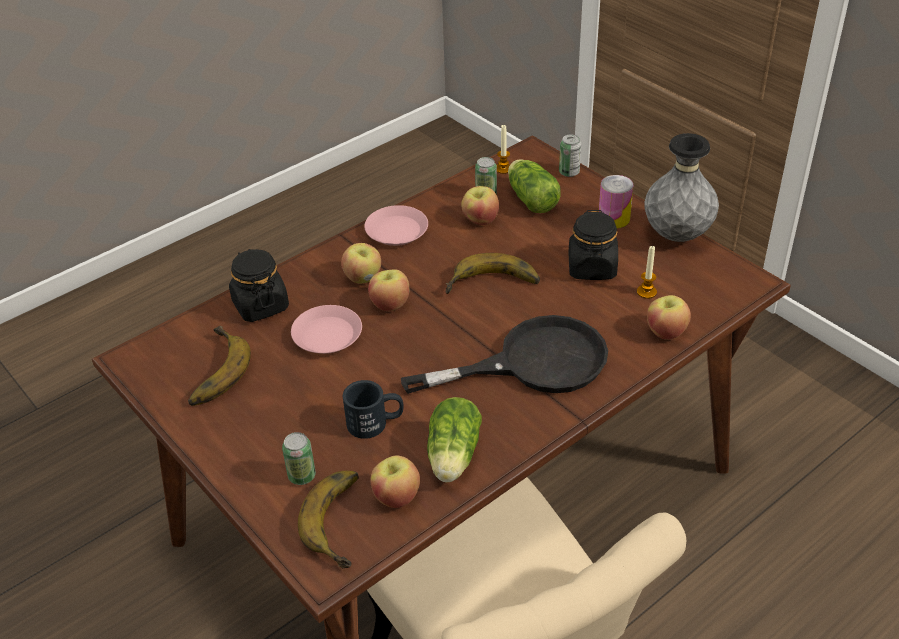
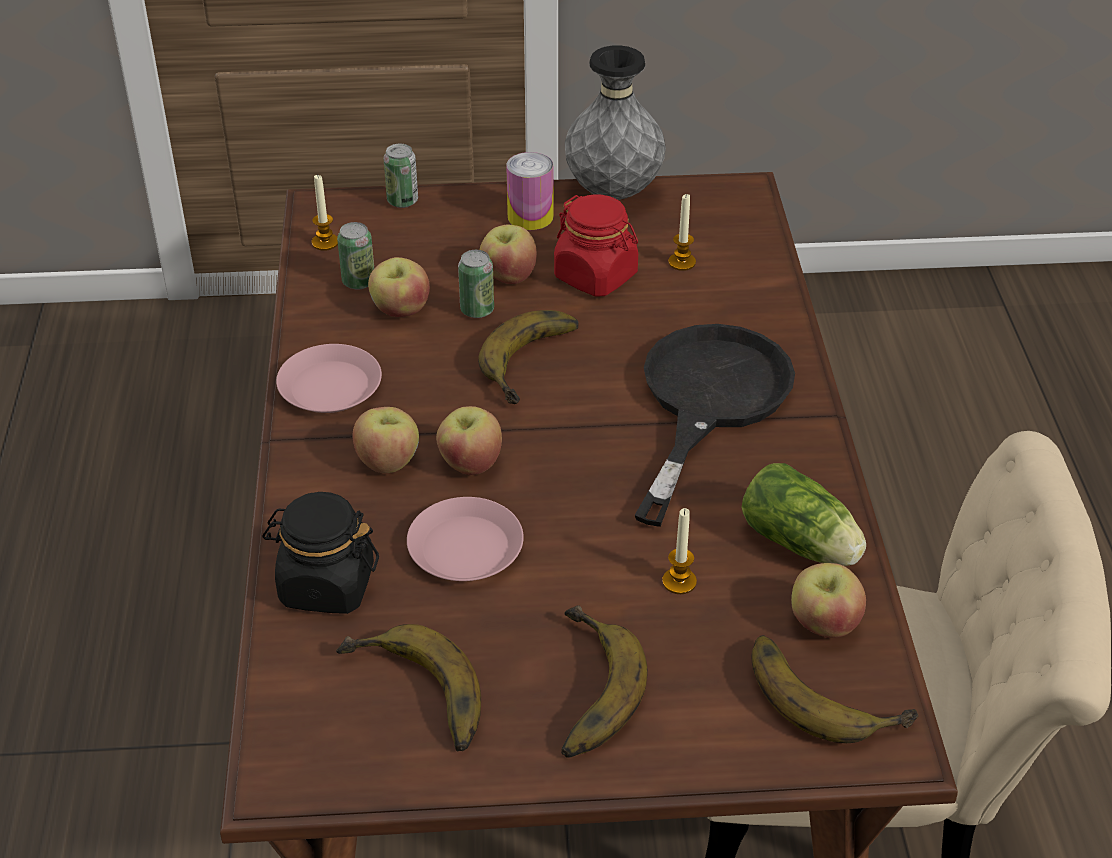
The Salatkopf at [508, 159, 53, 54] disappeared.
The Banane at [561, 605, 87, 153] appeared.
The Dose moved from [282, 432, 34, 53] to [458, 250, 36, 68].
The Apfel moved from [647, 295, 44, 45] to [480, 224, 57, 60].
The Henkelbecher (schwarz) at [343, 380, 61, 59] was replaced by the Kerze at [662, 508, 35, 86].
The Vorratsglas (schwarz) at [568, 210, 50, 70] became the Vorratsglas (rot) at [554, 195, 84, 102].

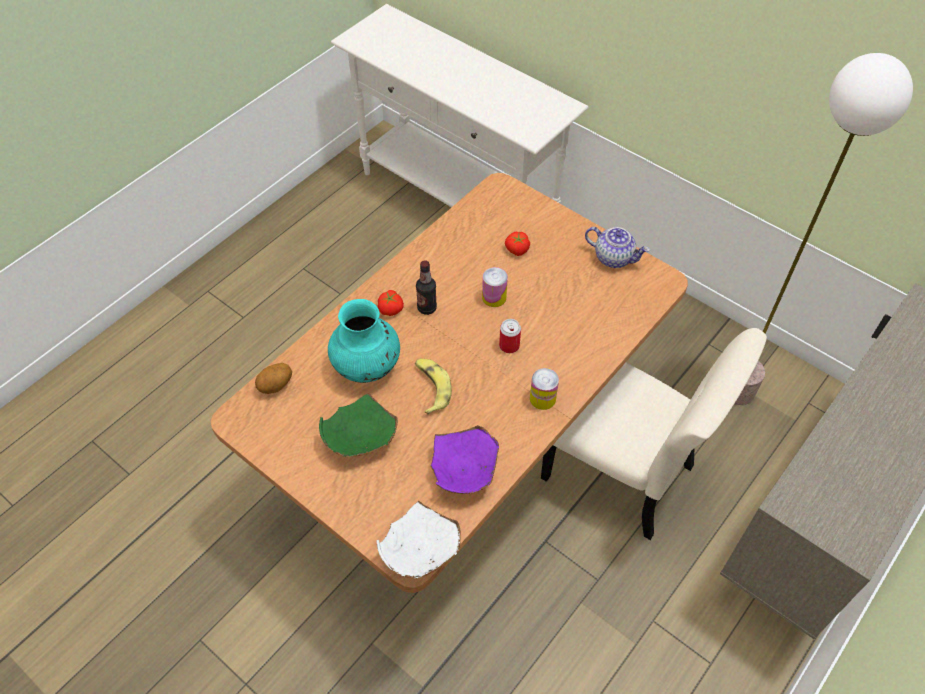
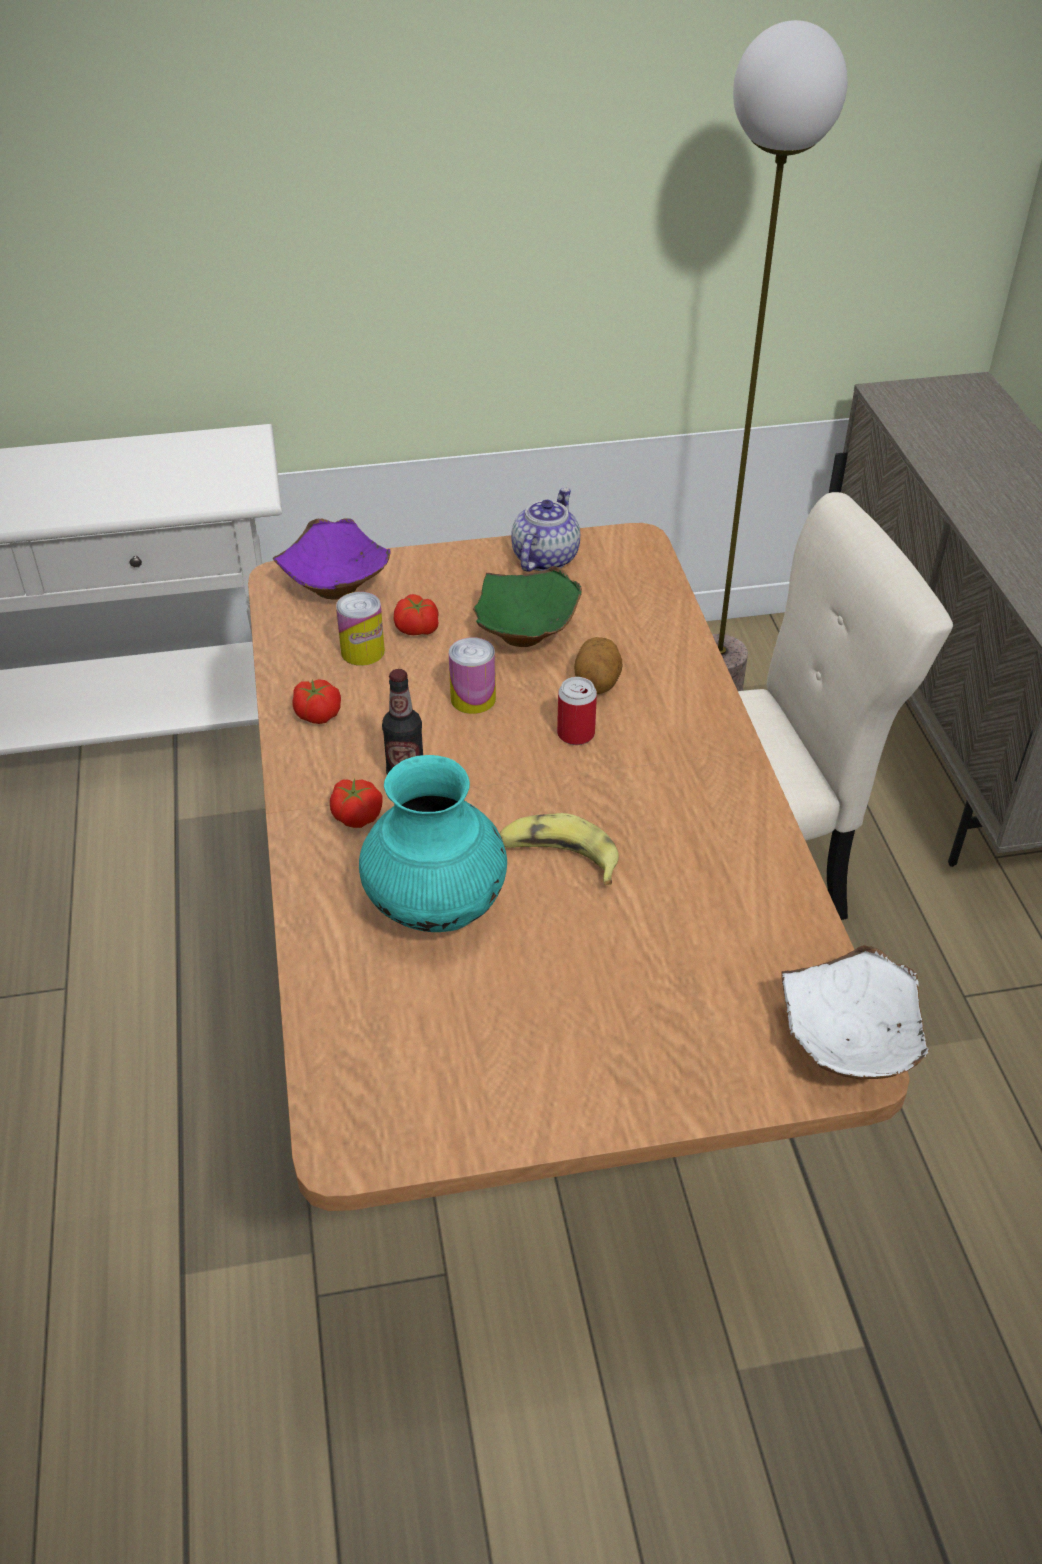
The Tomate at [292, 679, 49, 45] appeared.
The Kartoffel moved from [255, 363, 37, 31] to [574, 637, 48, 57].
The Schüssel (grün) moved from [319, 393, 79, 65] to [473, 566, 109, 81].
The Schüssel (lila) moved from [431, 425, 68, 69] to [272, 518, 119, 82].
The Dose moved from [530, 368, 29, 42] to [336, 592, 49, 74].
The Teekanne at [585, 227, 65, 41] turned 45 degrees counterclockwise.

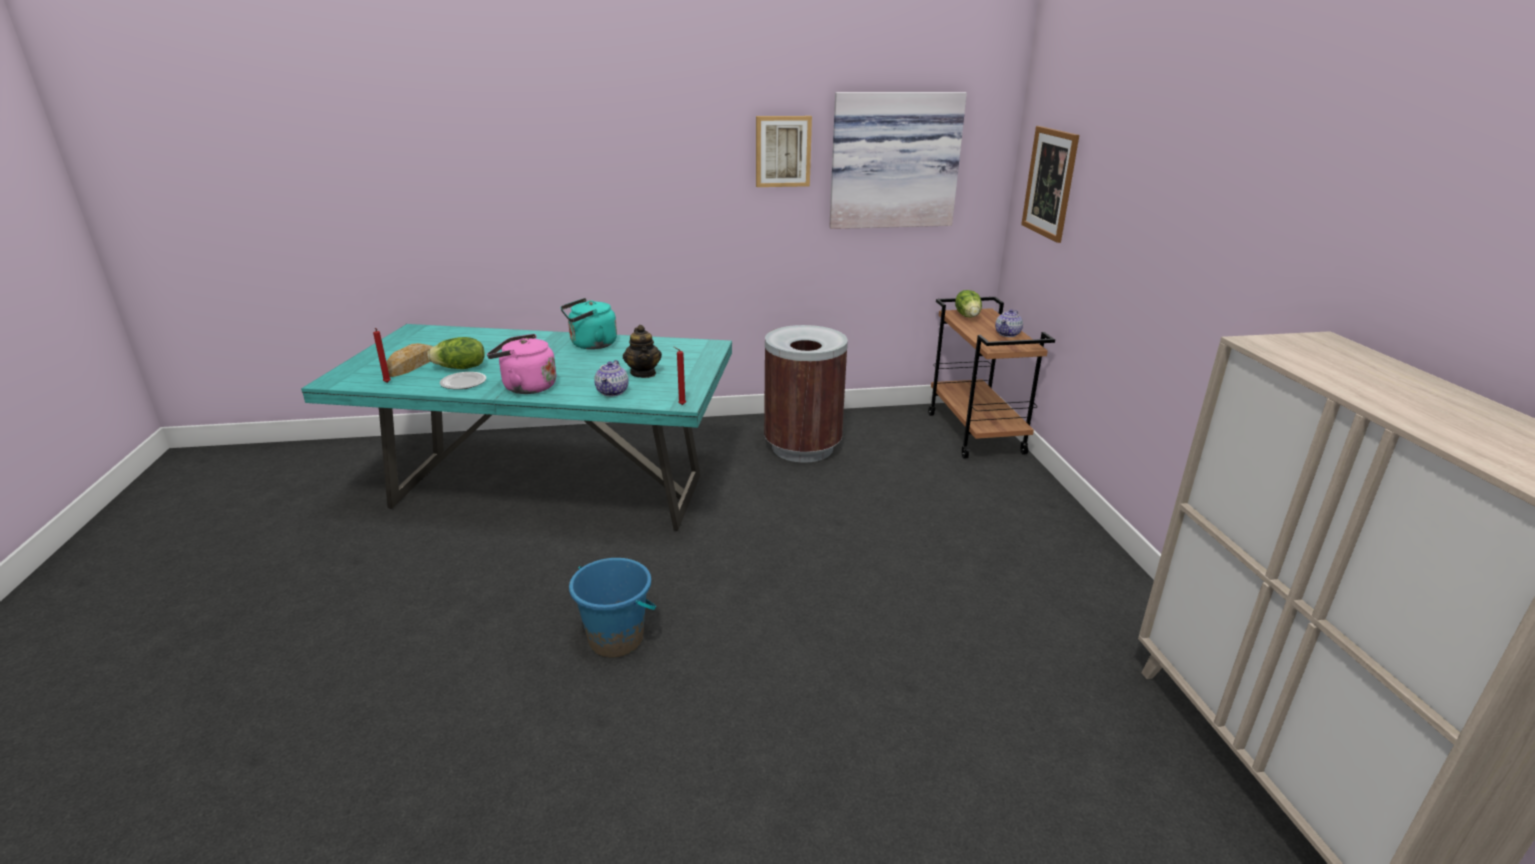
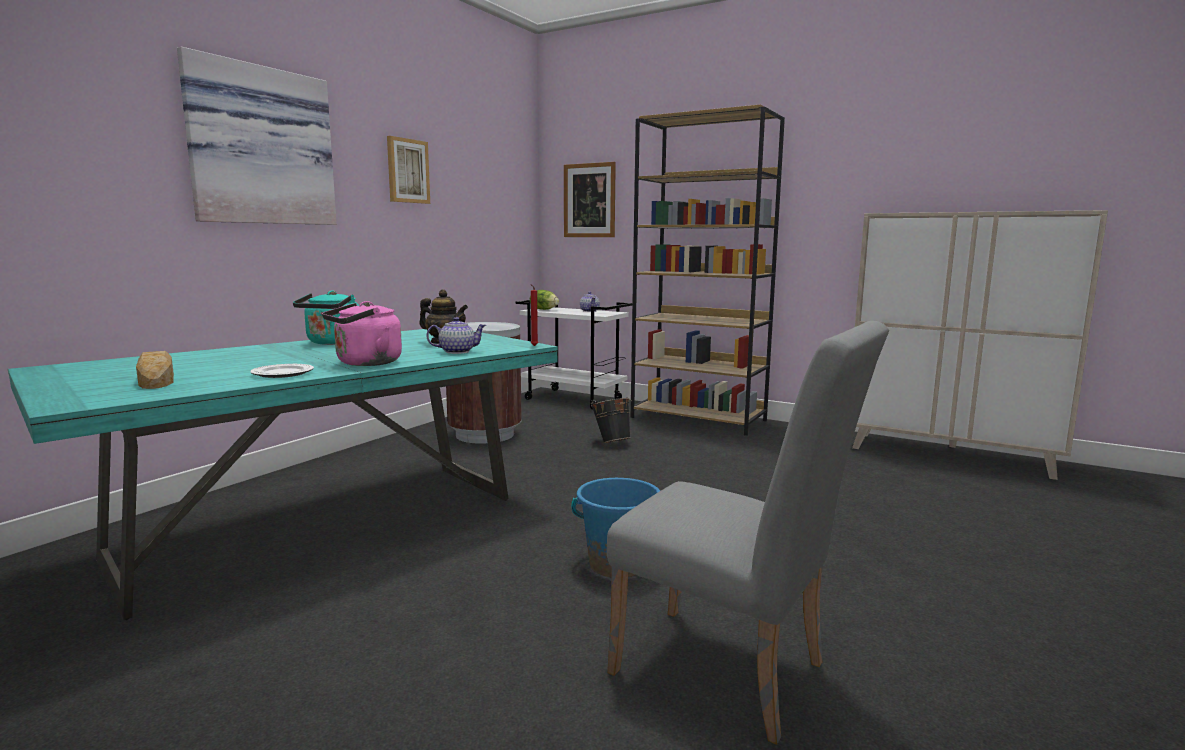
The Kerze (rot) at [373, 328, 18, 55] disappeared.
The Salatkopf at [427, 337, 58, 32] disappeared.
The Eimer (schwarz) at [591, 397, 41, 46] appeared.
The Stuhl (grau) at [607, 321, 282, 424] appeared.
The Bücherregal (braun) at [630, 104, 155, 332] appeared.
The Bild moved from [829, 92, 138, 137] to [177, 46, 160, 179].
The Rollwagen (braun) at [928, 297, 127, 162] became the Rollwagen (weiß) at [515, 300, 117, 110].
The Teekanne at [594, 360, 35, 36] turned 60 degrees counterclockwise.

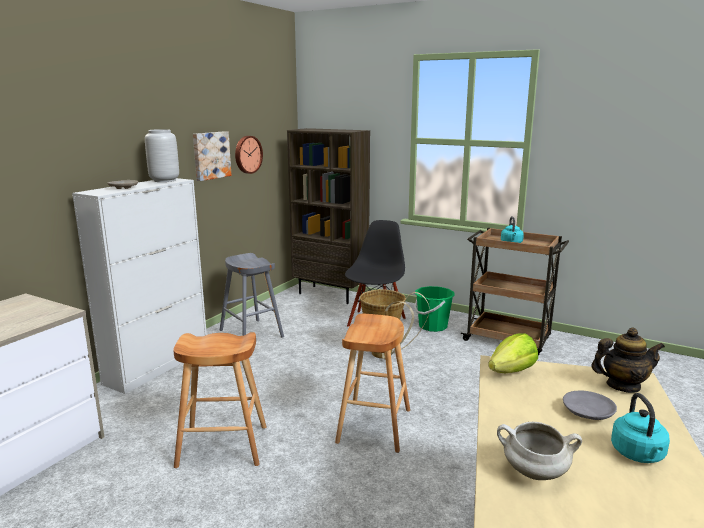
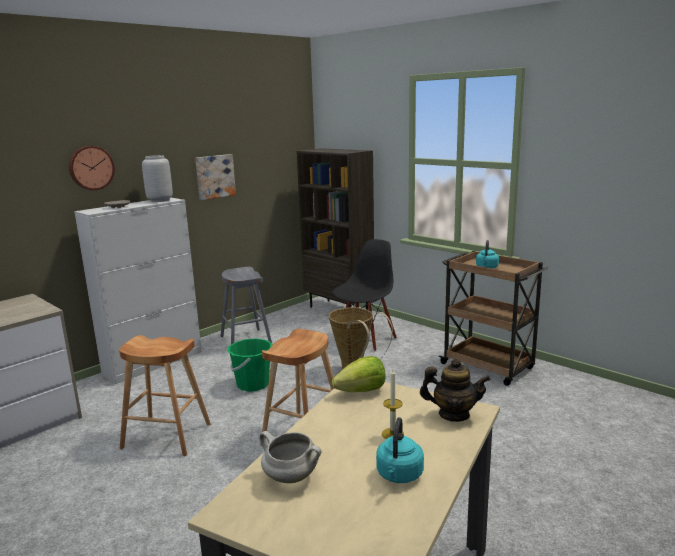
The Wanduhr moved from [235, 136, 28, 38] to [69, 146, 46, 44].
The Eimer (grün) moved from [414, 286, 41, 46] to [227, 338, 45, 54].
The Teller (grau) at [563, 391, 54, 29] was replaced by the Kerze at [382, 369, 22, 70].

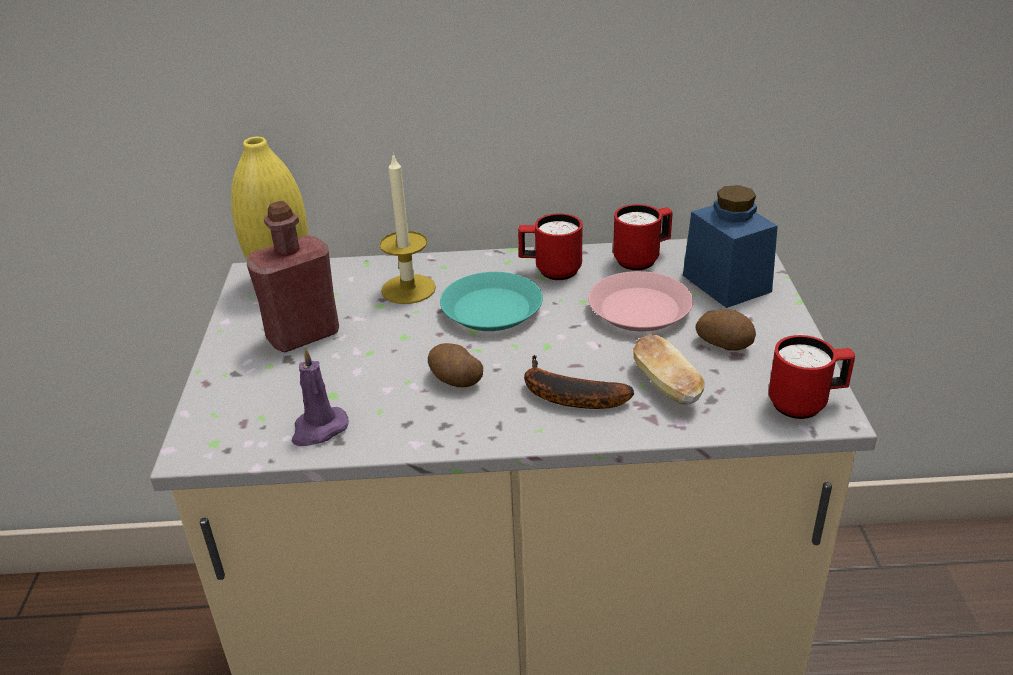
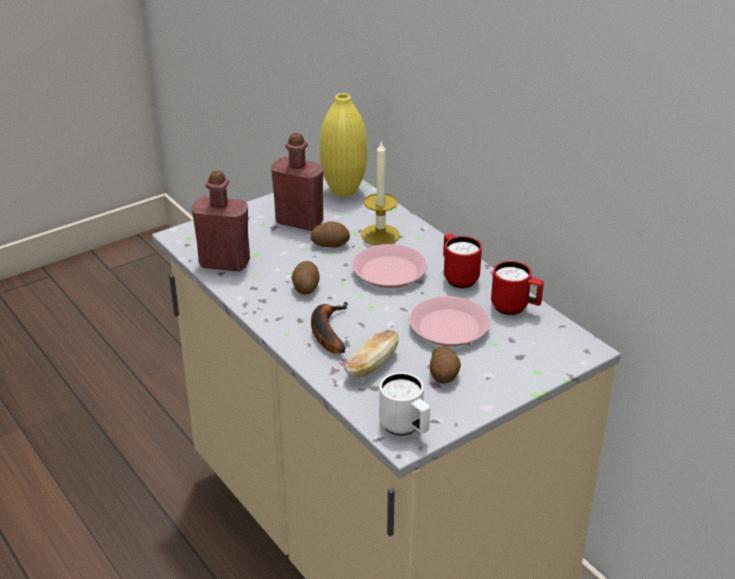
The Vorratsglas (blau) at [683, 185, 95, 123] disappeared.
The Kartoffel at [311, 222, 39, 26] appeared.
The Kerze (lila) at [291, 347, 58, 99] was replaced by the Flasche (rot) at [191, 171, 59, 100].
The Teller (türkis) at [440, 272, 103, 59] became the Teller (rosa) at [352, 244, 75, 44].
The Henkelbecher (rot) at [769, 335, 86, 84] became the Henkelbecher (weiß) at [379, 373, 51, 62].

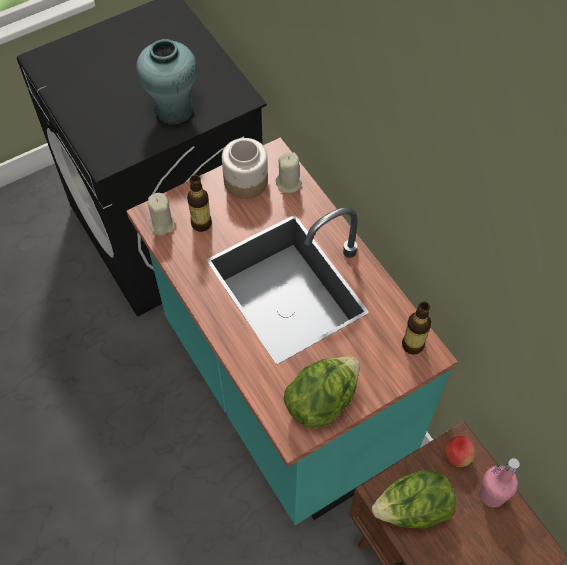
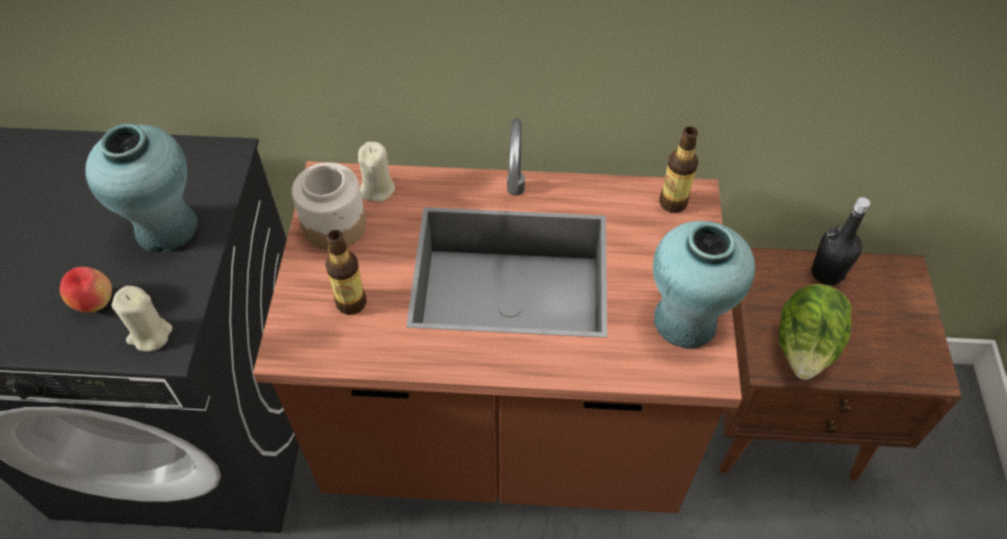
The Kerze (beige) moved from [148, 193, 27, 43] to [111, 286, 61, 65].
The Apfel moved from [444, 436, 31, 31] to [60, 267, 52, 46].
The Salatkopf at [284, 356, 76, 72] was replaced by the Vase (türkis) at [653, 221, 102, 128].
The Küchenzeile (türkis) at [127, 138, 331, 387] became the Küchenzeile (braun) at [253, 118, 489, 395].
The Flasche (rosa) at [479, 458, 41, 50] became the Flasche (schwarz) at [812, 197, 58, 88].

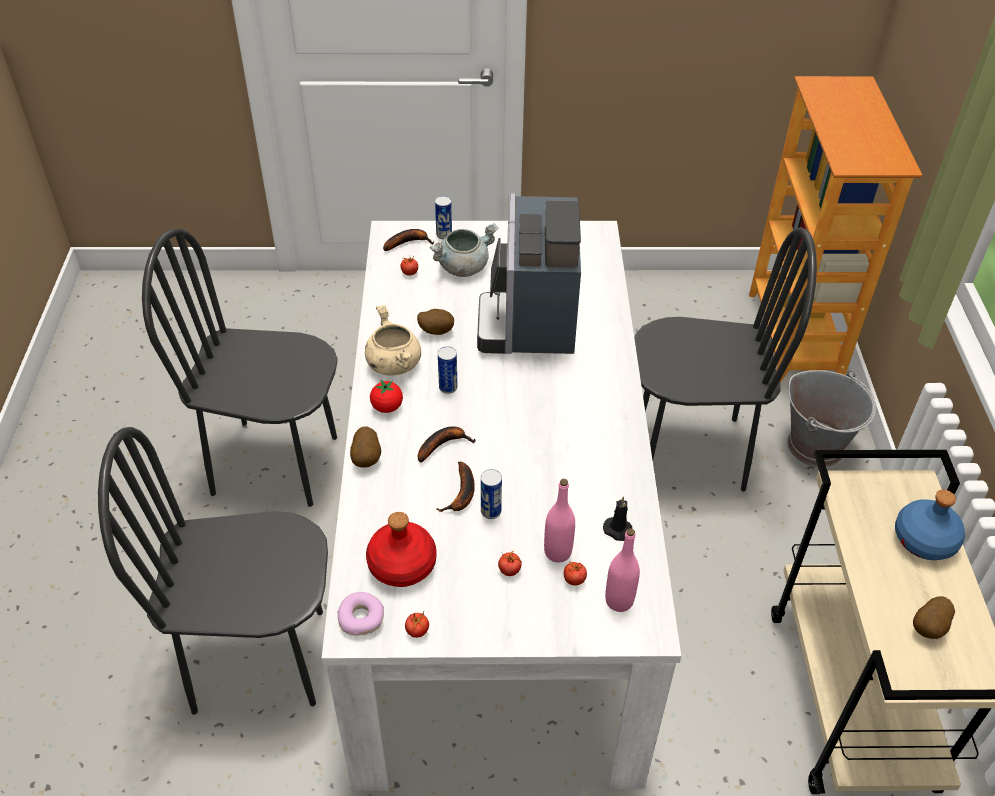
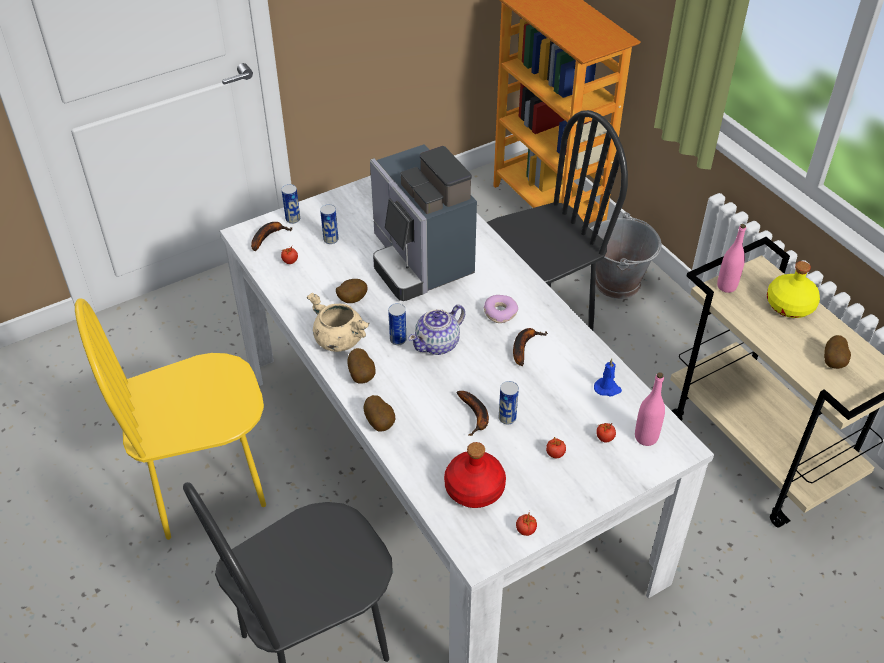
The Teekanne at [408, 305, 57, 50] appeared.
The Donut moved from [337, 592, 47, 44] to [484, 295, 34, 28].
The Banane moved from [418, 426, 58, 37] to [513, 328, 34, 38].
The Flasche (rosa) moved from [544, 479, 31, 83] to [717, 224, 29, 69].
The Tomate at [370, 380, 33, 33] was replaced by the Kartoffel at [347, 348, 28, 36].
The Kochtopf (grau) at [430, 223, 68, 54] was replaced by the Dose at [320, 204, 19, 40].
The Stuhl (schwarz) at [142, 228, 196, 279] became the Stuhl (gelb) at [75, 299, 191, 241].
The Kerze (schwarz) at [603, 496, 29, 45] became the Kerze (blau) at [594, 358, 28, 38].
The Flasche (blau) at [895, 490, 70, 70] became the Flasche (gelb) at [767, 261, 53, 57].

